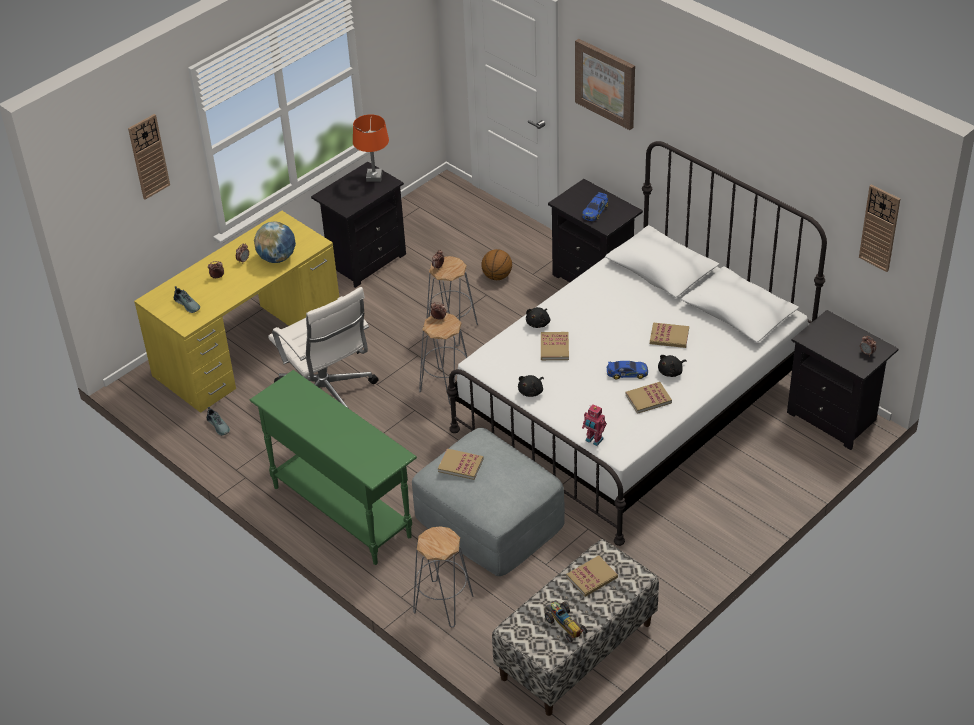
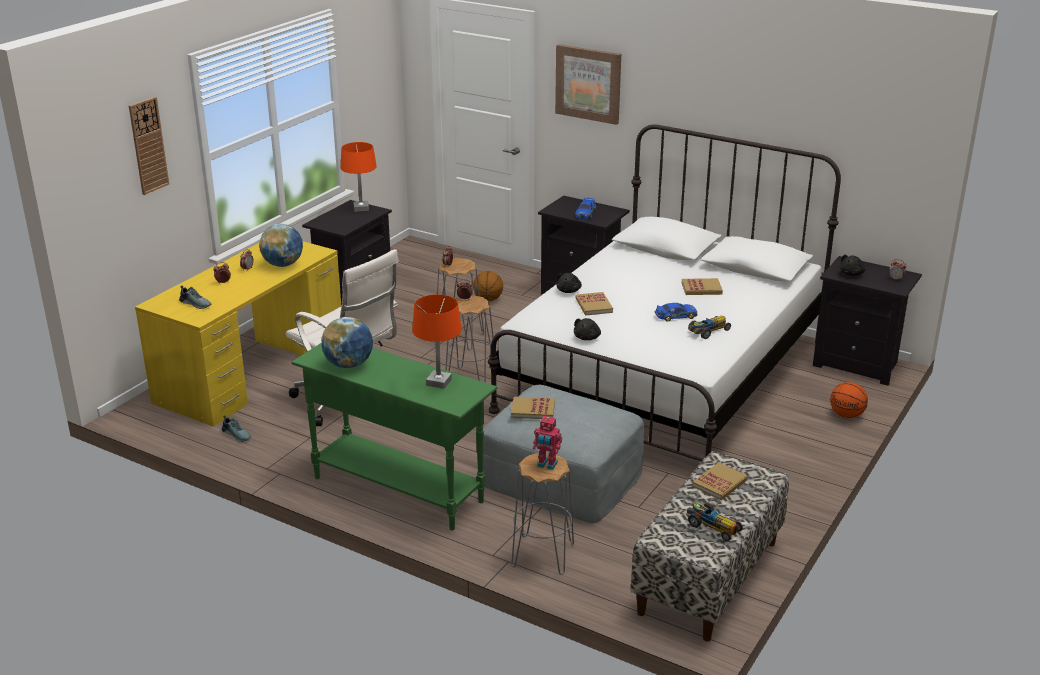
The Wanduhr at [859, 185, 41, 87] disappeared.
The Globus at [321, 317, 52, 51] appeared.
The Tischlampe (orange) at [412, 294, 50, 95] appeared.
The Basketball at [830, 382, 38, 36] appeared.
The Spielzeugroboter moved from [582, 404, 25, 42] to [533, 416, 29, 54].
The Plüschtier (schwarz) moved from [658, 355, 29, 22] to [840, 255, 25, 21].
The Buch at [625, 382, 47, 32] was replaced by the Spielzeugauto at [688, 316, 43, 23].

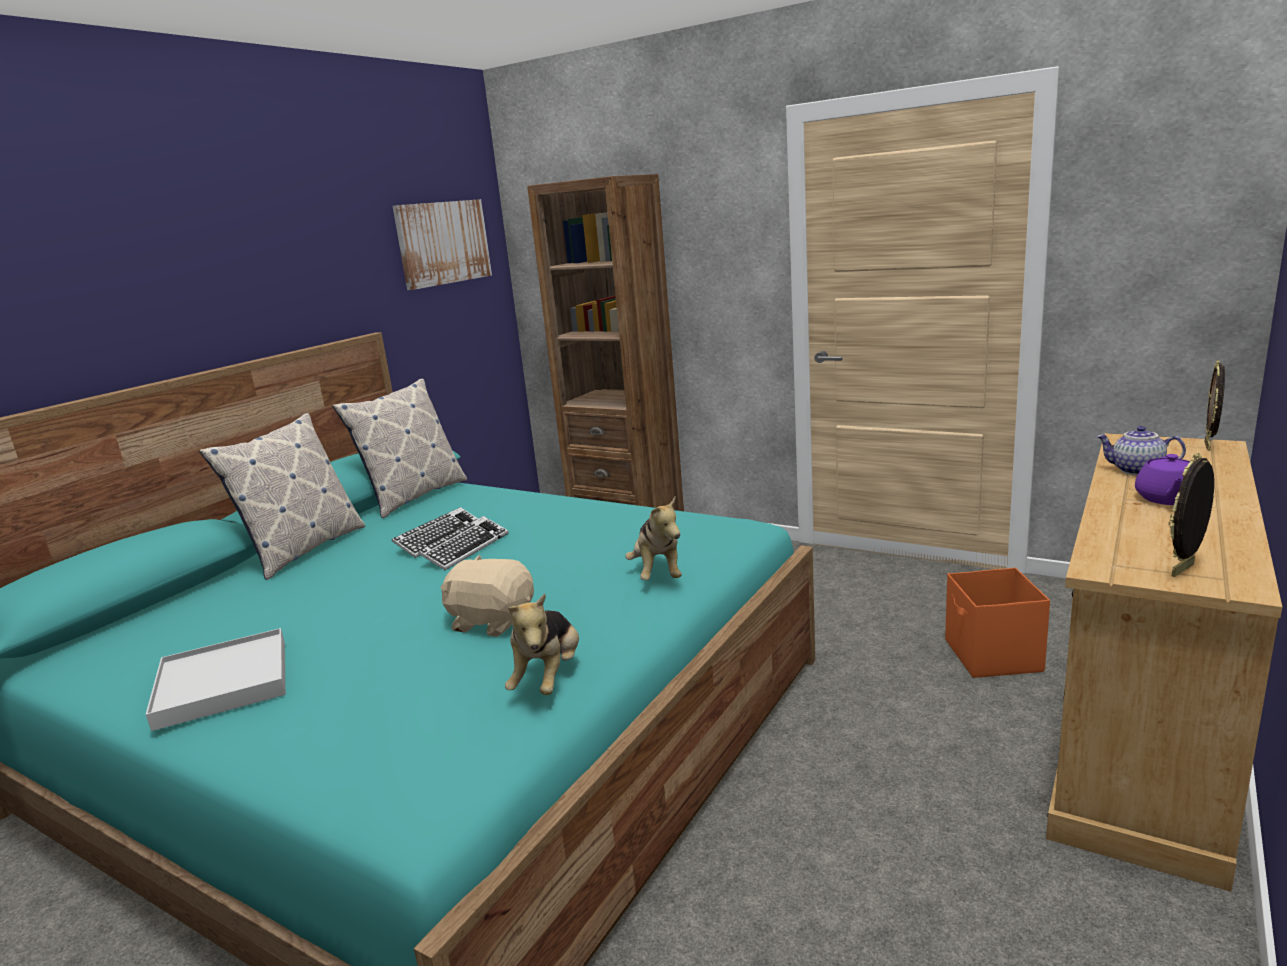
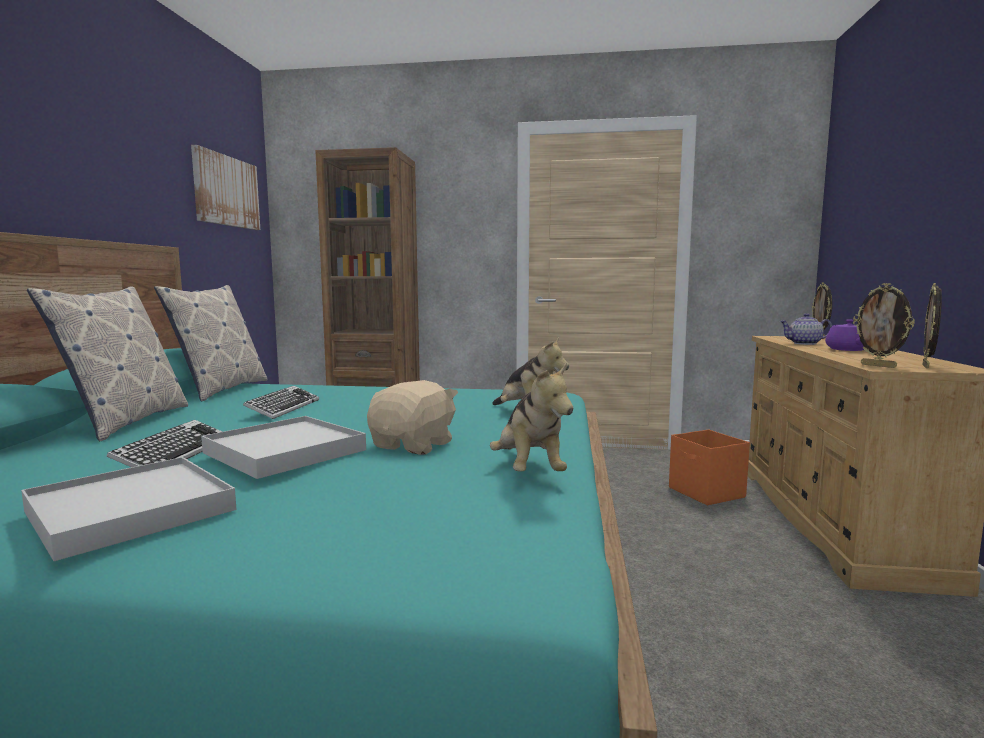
The Tablett (weiß) at [201, 416, 165, 63] appeared.
The Bilderrahmen at [853, 283, 62, 85] appeared.
The Tastatur moved from [418, 516, 91, 54] to [107, 420, 115, 47].
The Plüschtier (beige) at [441, 554, 93, 83] turned 120 degrees clockwise.

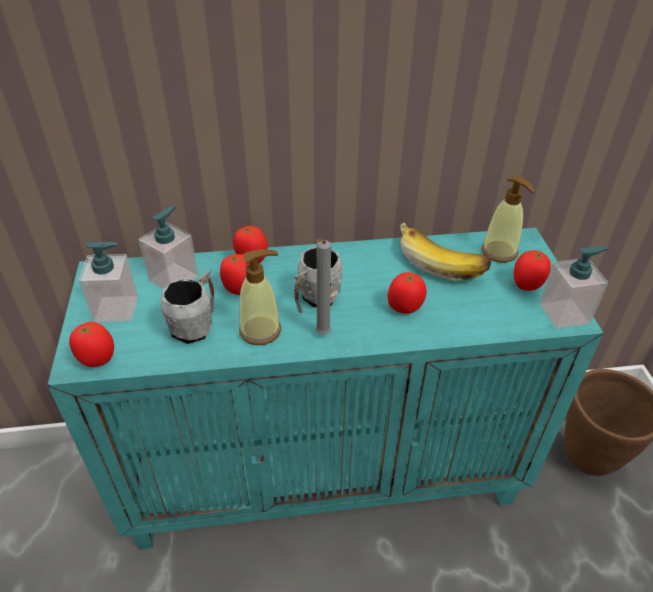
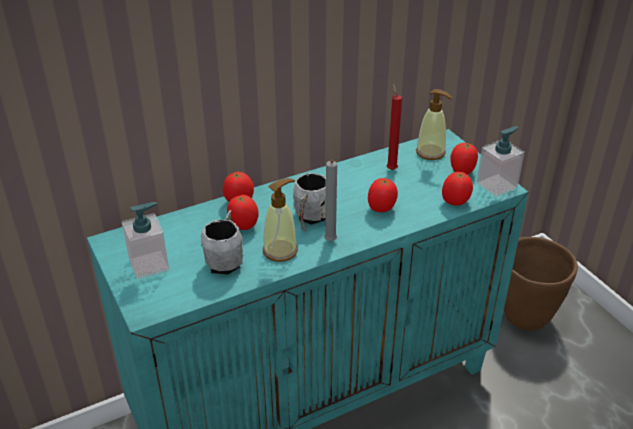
The Seifenspender at [138, 206, 61, 83] disappeared.
The Tomate moved from [69, 322, 45, 45] to [442, 172, 31, 34].
The Banane at [400, 222, 91, 59] was replaced by the Kerze (rot) at [386, 84, 16, 86].

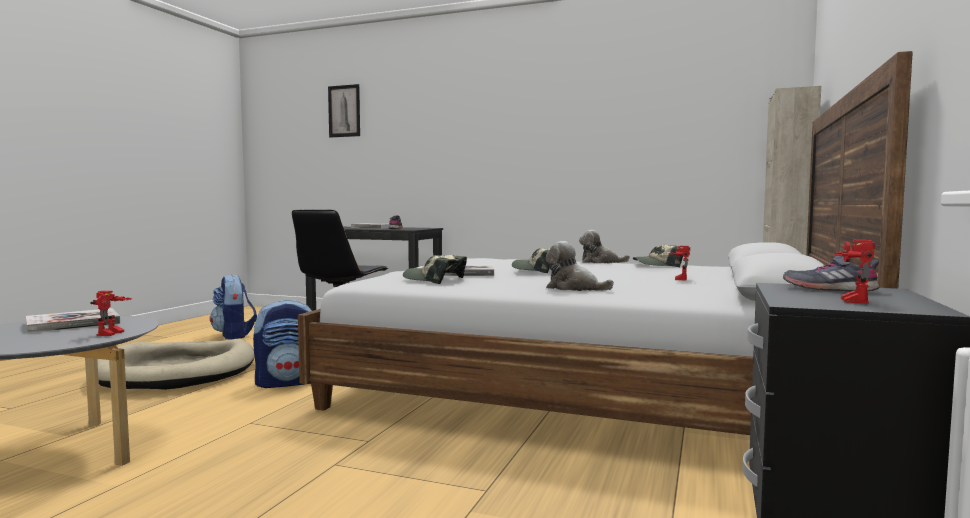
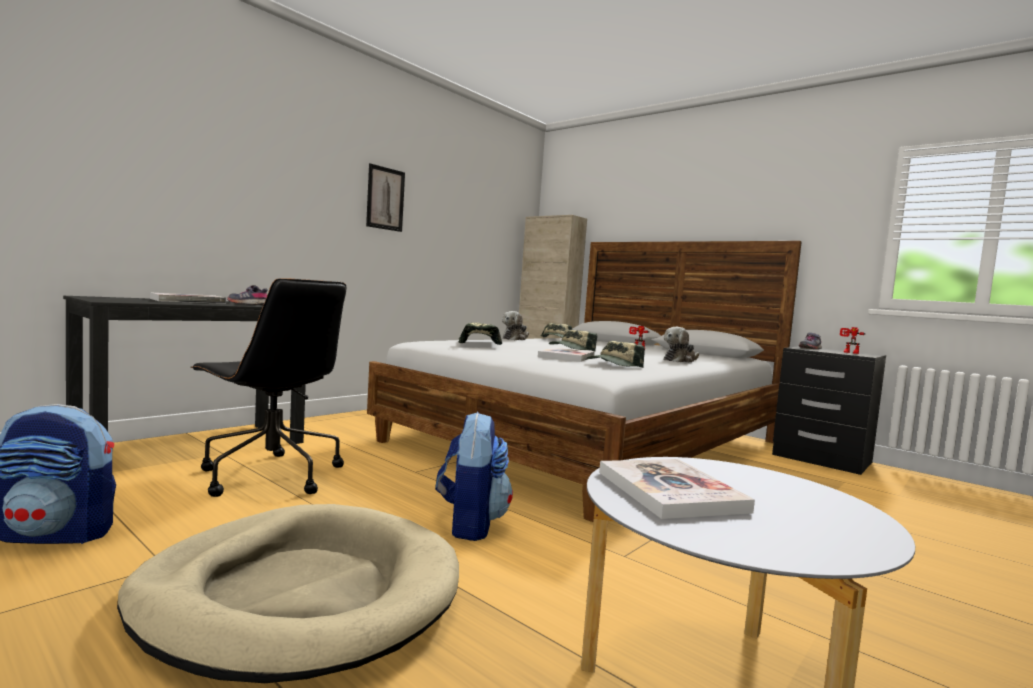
The Spielzeugroboter at [90, 291, 42, 45] disappeared.
The Kappe at [459, 322, 43, 23] appeared.
The Bild moved from [328, 84, 32, 53] to [366, 163, 39, 69].

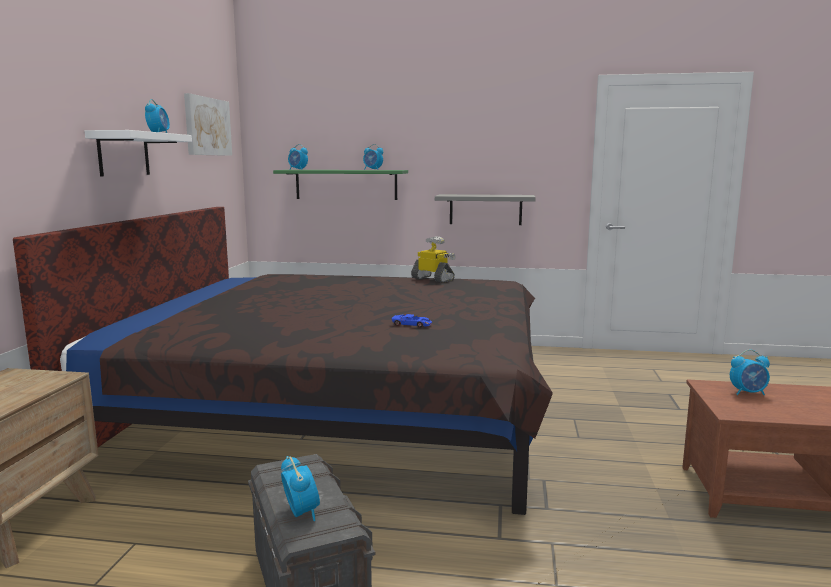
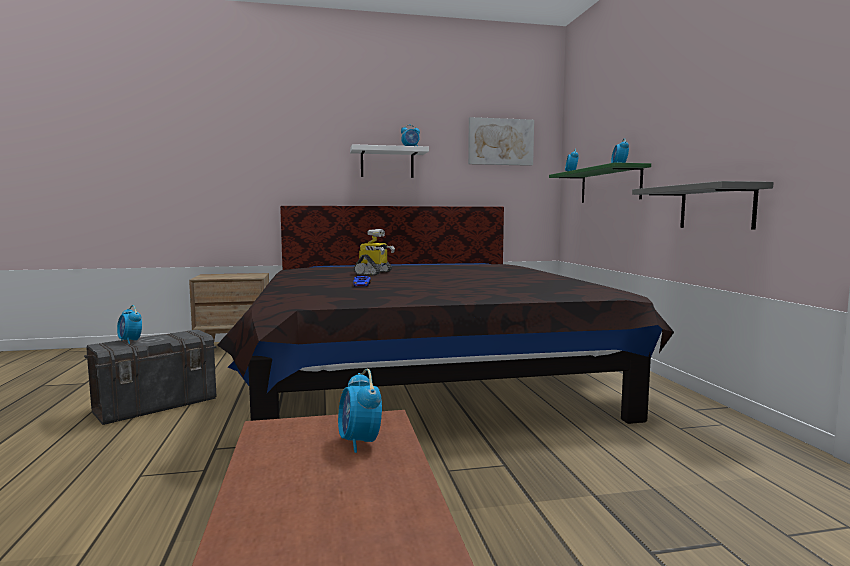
The Spielzeugroboter moved from [411, 236, 45, 47] to [354, 229, 41, 46].
The Wecker at [281, 456, 39, 65] turned 90 degrees clockwise.

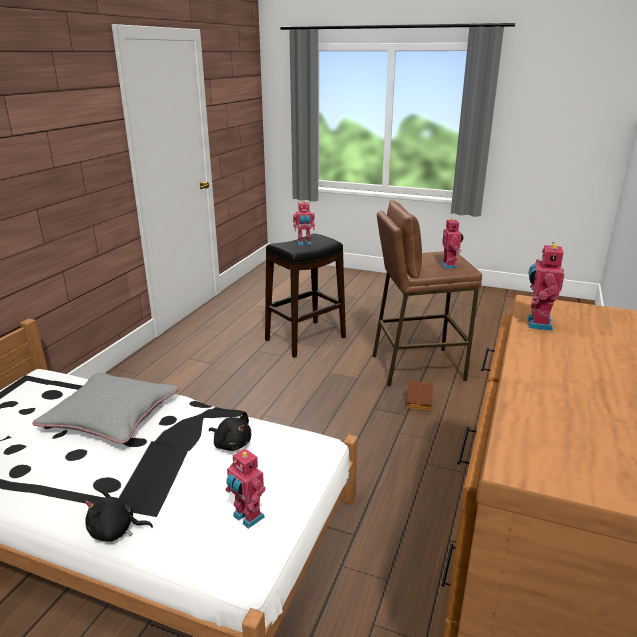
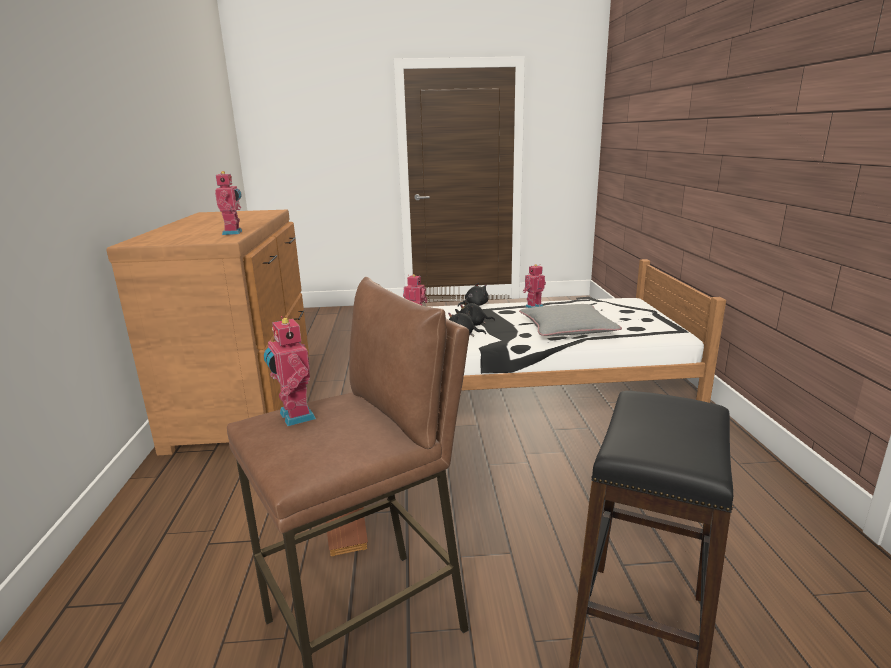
The Plüschtier (schwarz) at [460, 300, 35, 26] appeared.
The Spielzeugroboter moved from [293, 201, 22, 45] to [523, 264, 23, 44].

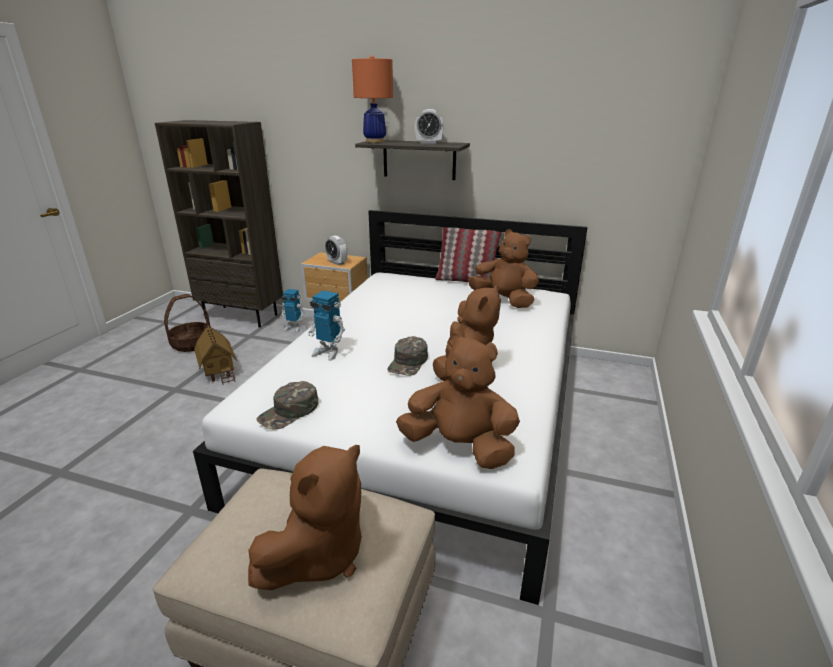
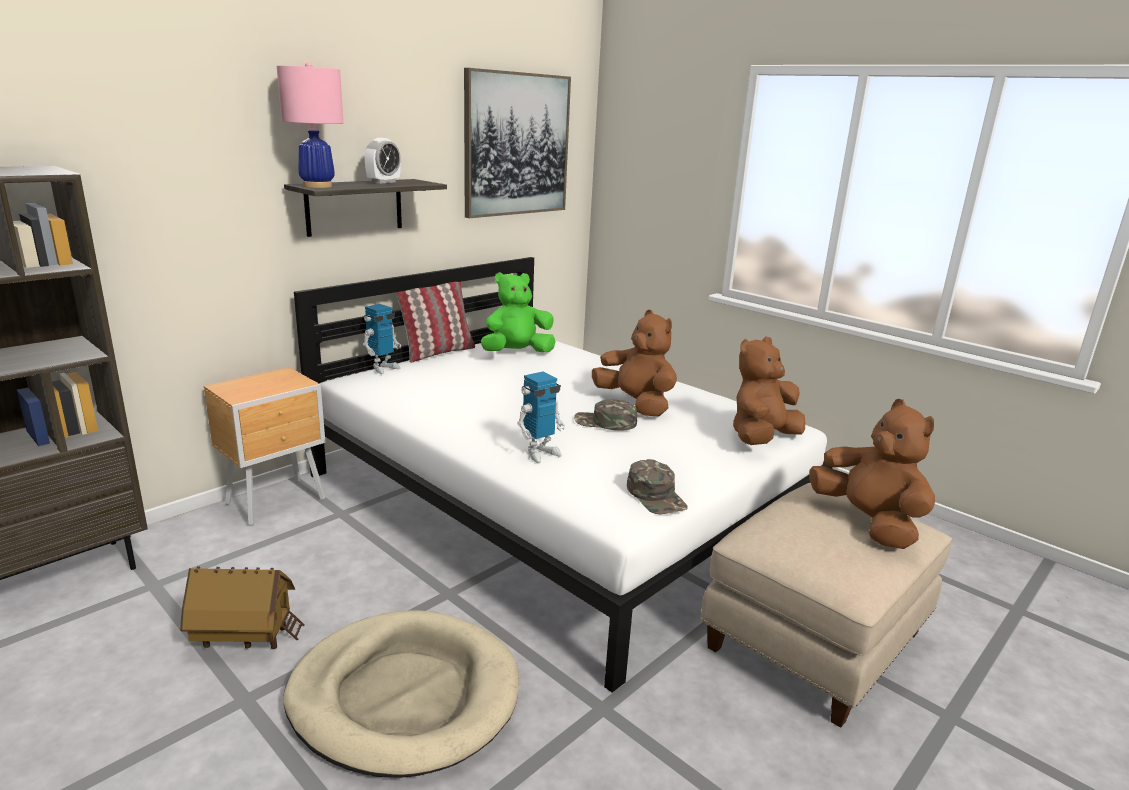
The Korb at [164, 294, 46, 58] disappeared.
The Wecker at [325, 236, 22, 29] disappeared.
The Hundebett (beige) at [284, 610, 235, 168] appeared.
The Bild at [464, 68, 107, 150] appeared.
The Spielzeugroboter moved from [280, 289, 25, 44] to [363, 304, 38, 70].
The Tischlampe (orange) at [352, 55, 41, 88] became the Tischlampe (rosa) at [277, 62, 66, 126].
The Plüschtier (braun) at [468, 229, 71, 79] became the Plüschtier (grün) at [481, 272, 75, 80].
The Kappe (grün) at [388, 336, 40, 40] turned 150 degrees clockwise.

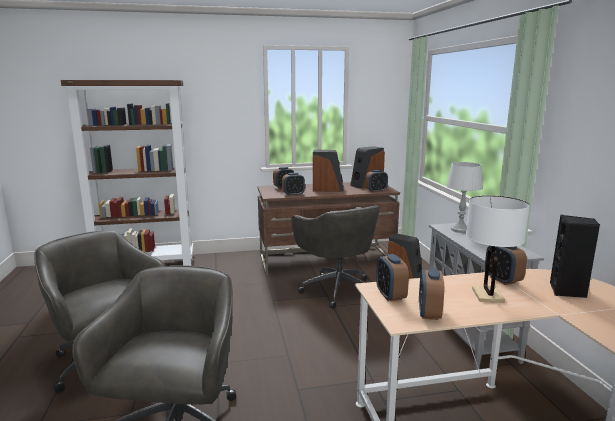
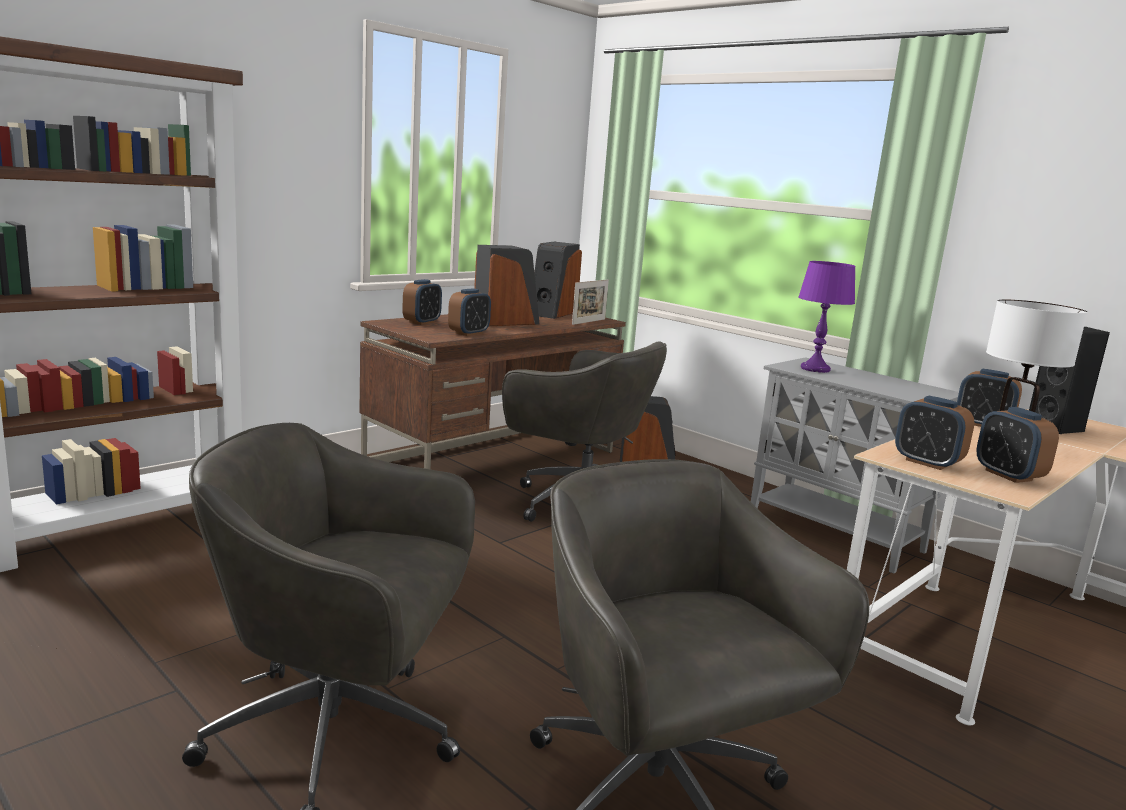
The Wecker at [365, 170, 23, 23] was replaced by the Bilderrahmen at [572, 279, 37, 46].
The Tischlampe (grau) at [446, 162, 37, 71] became the Tischlampe (lila) at [798, 261, 58, 112].

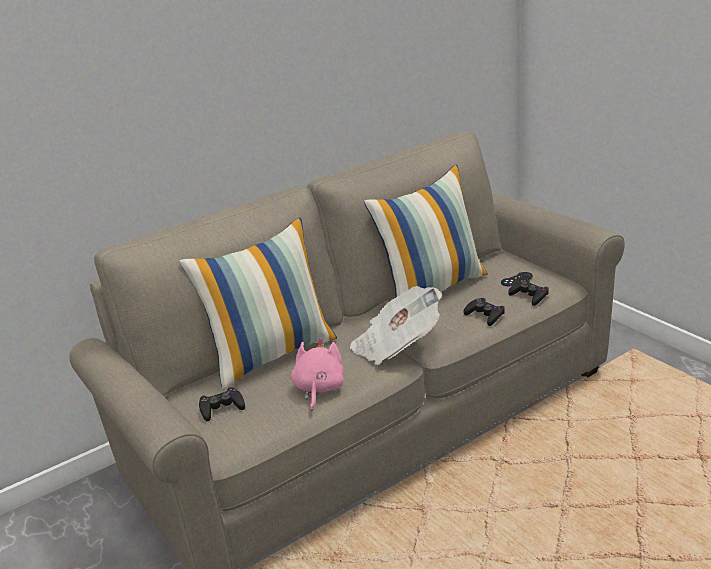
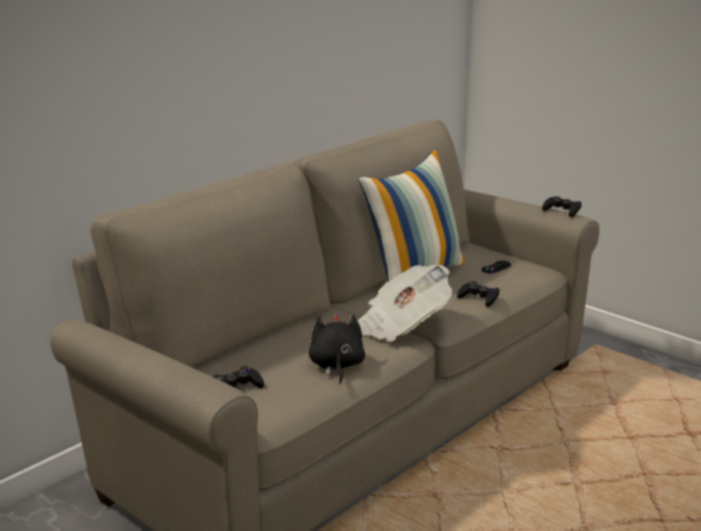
The Kissen at [179, 217, 158, 172] disappeared.
The Gamepad (schwarz) moved from [508, 279, 41, 27] to [542, 196, 39, 21].
The Plüschtier (rosa) at [291, 338, 53, 73] became the Plüschtier (schwarz) at [309, 313, 56, 71].

